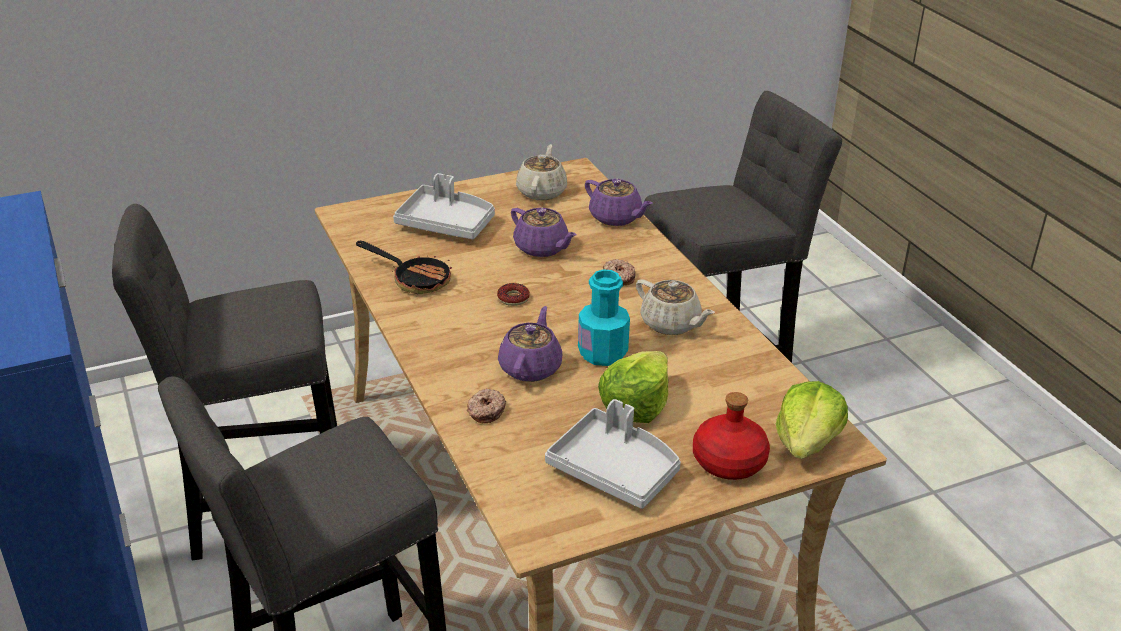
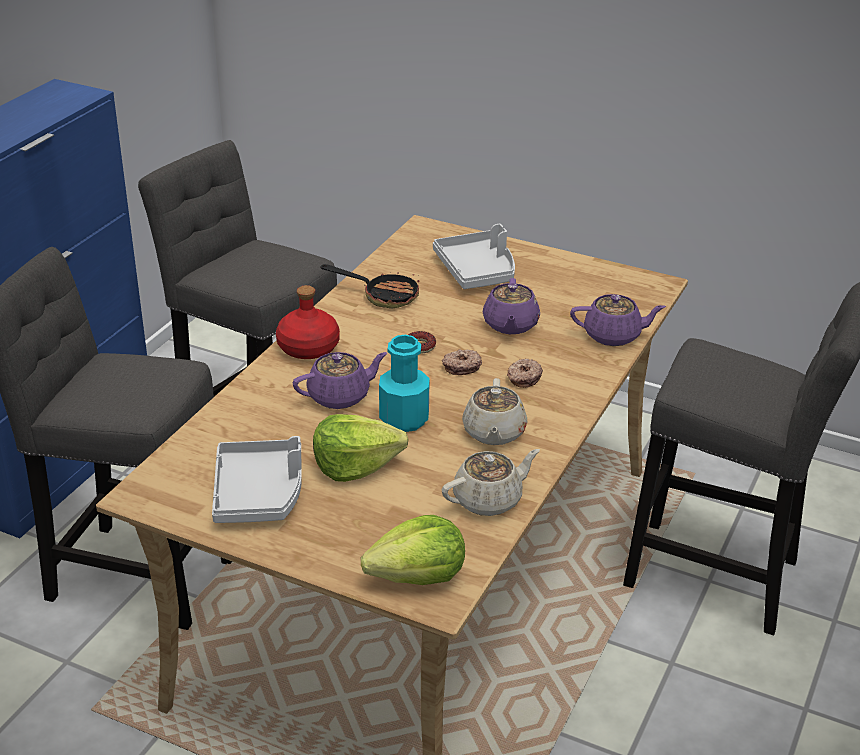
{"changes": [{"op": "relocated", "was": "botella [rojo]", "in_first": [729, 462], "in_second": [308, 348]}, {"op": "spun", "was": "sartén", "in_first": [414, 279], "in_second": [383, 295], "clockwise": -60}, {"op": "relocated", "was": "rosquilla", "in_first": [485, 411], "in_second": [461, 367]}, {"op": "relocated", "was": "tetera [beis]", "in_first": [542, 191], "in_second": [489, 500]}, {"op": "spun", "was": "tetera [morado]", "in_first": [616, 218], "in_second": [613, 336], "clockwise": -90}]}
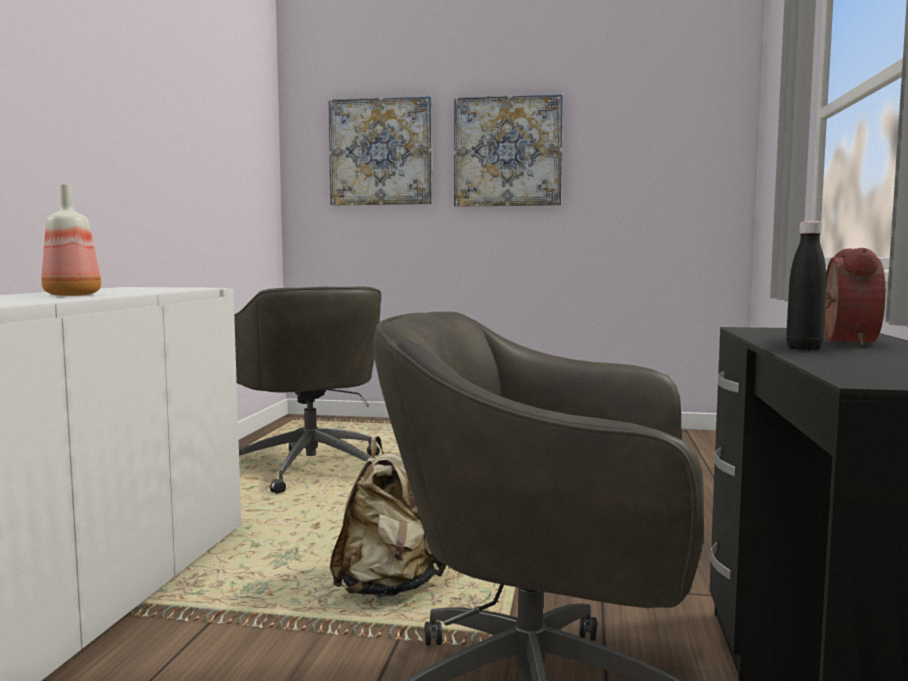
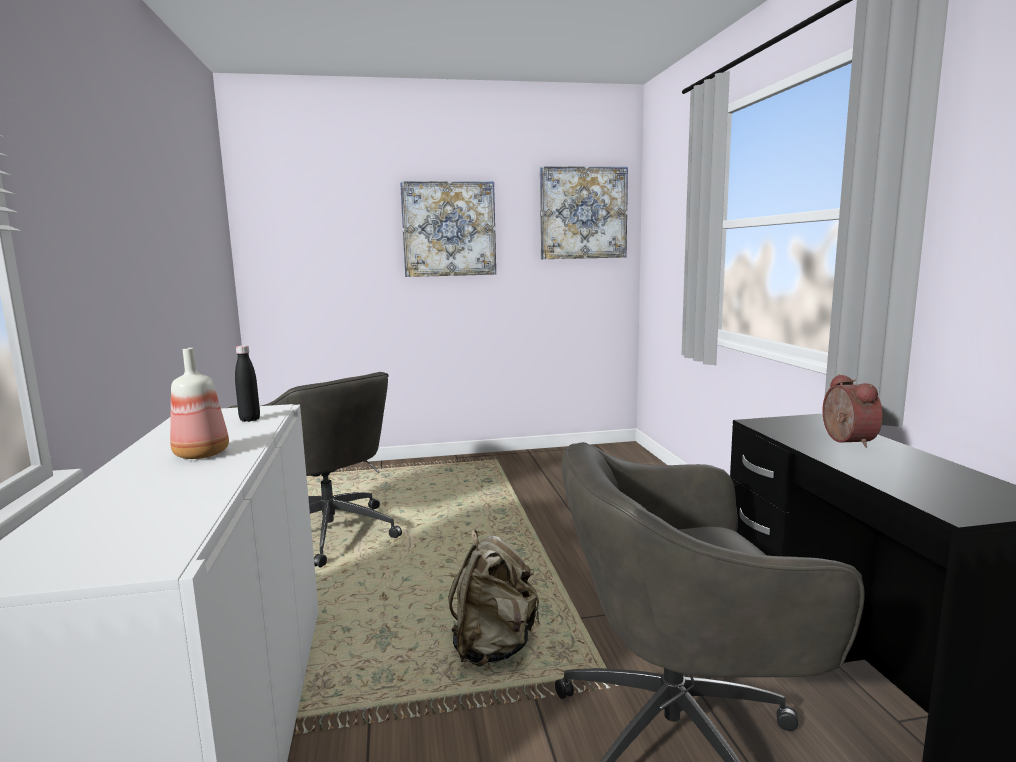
{"changes": [{"op": "relocated", "was": "botella [negro]", "in_first": [804, 348], "in_second": [250, 419]}, {"op": "relocated", "was": "cuadro", "in_first": [381, 152], "in_second": [583, 213]}]}
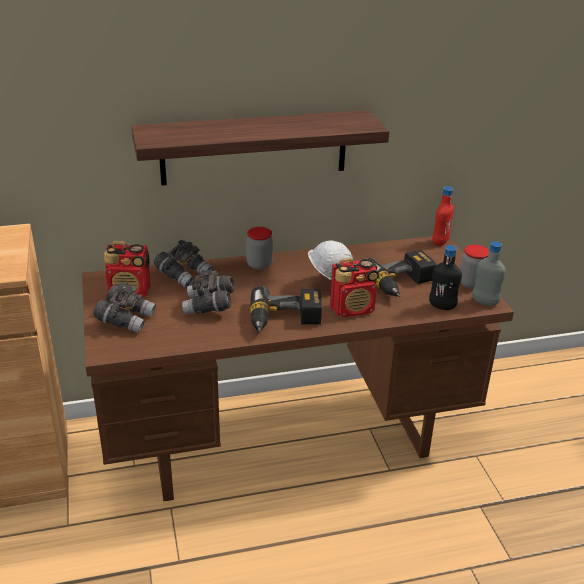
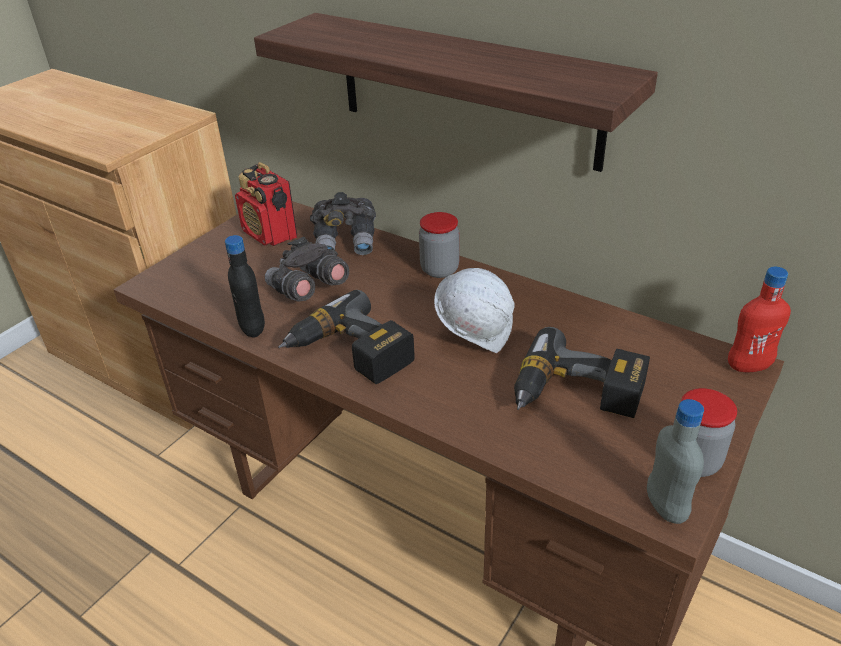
{"changes": [{"op": "relocated", "was": "botella [negro]", "in_first": [442, 306], "in_second": [252, 328]}, {"op": "missing", "was": "prismáticos [gris]", "in_first": [126, 320]}, {"op": "missing", "was": "radio", "in_first": [353, 309]}]}
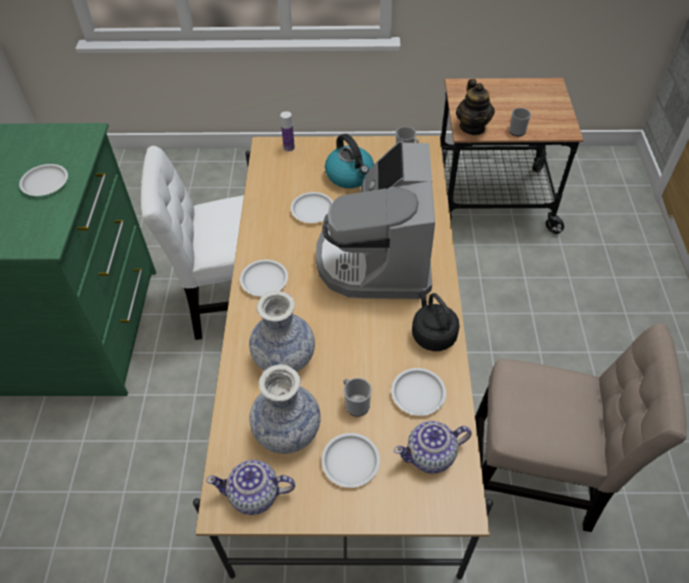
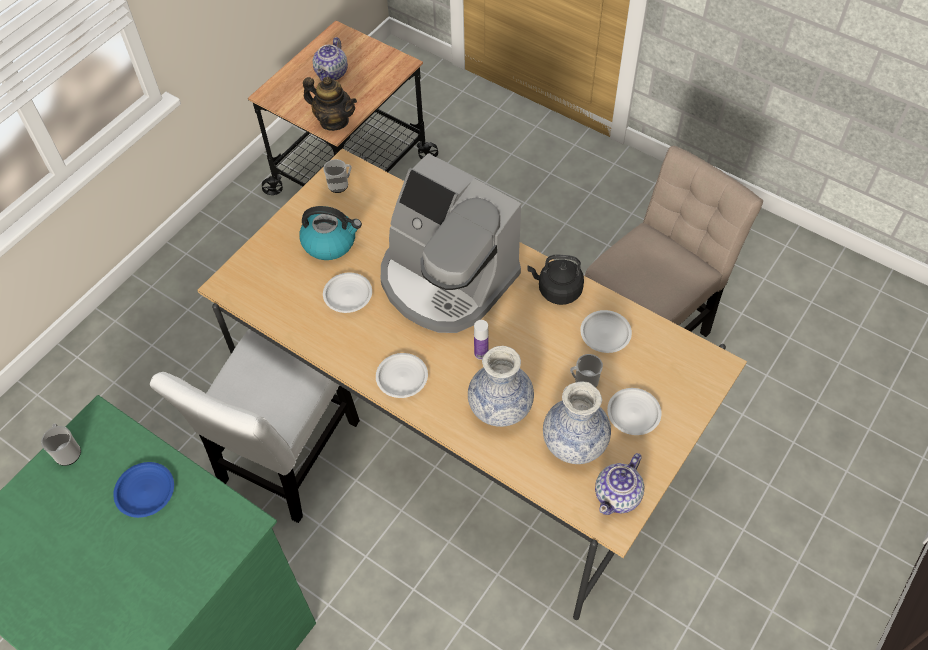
{"changes": [{"op": "relocated", "was": "taza grande", "in_first": [518, 130], "in_second": [67, 451]}, {"op": "colour", "was": "plato [blanco]", "now": "plato [azul]", "in_first": [45, 183], "in_second": [145, 491]}, {"op": "relocated", "was": "tetera", "in_first": [431, 455], "in_second": [332, 73]}, {"op": "relocated", "was": "botella", "in_first": [289, 147], "in_second": [481, 353]}]}
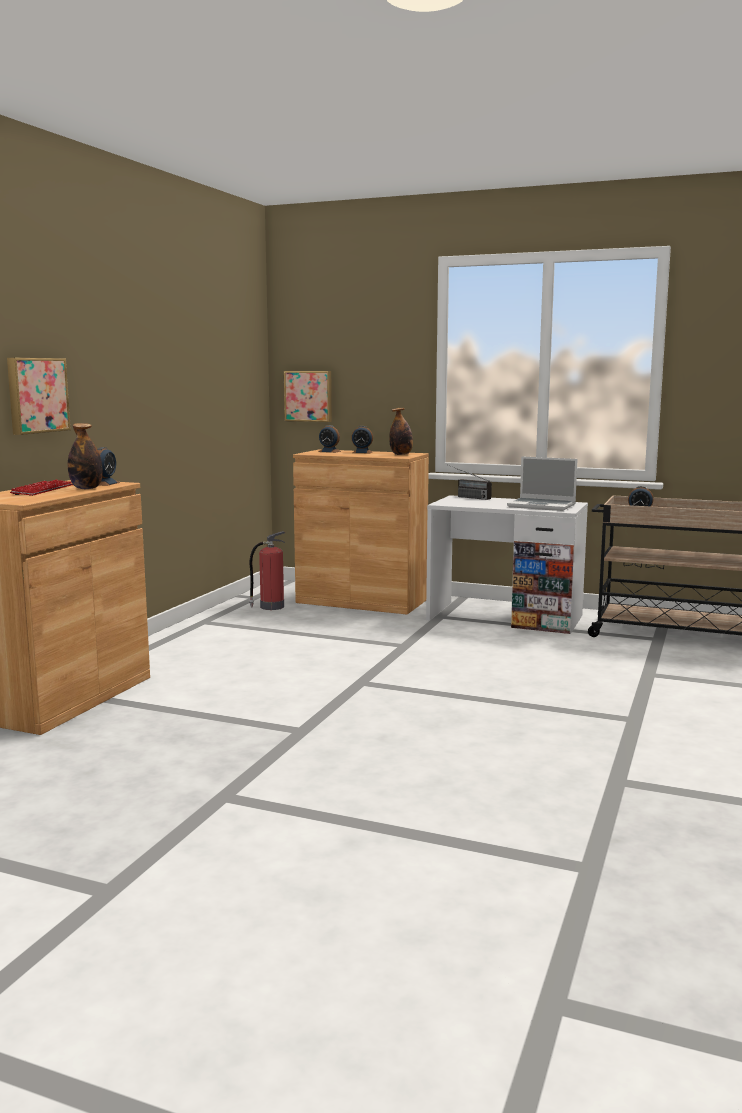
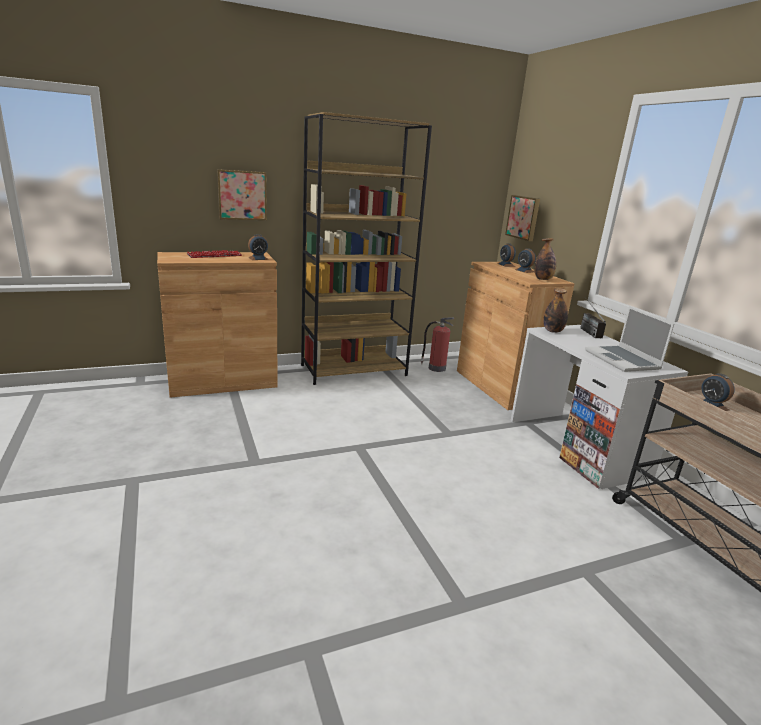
{"changes": [{"op": "appeared", "now": "estantería [marrón]", "in_second": [354, 370]}, {"op": "relocated", "was": "botella", "in_first": [86, 488], "in_second": [553, 331]}]}
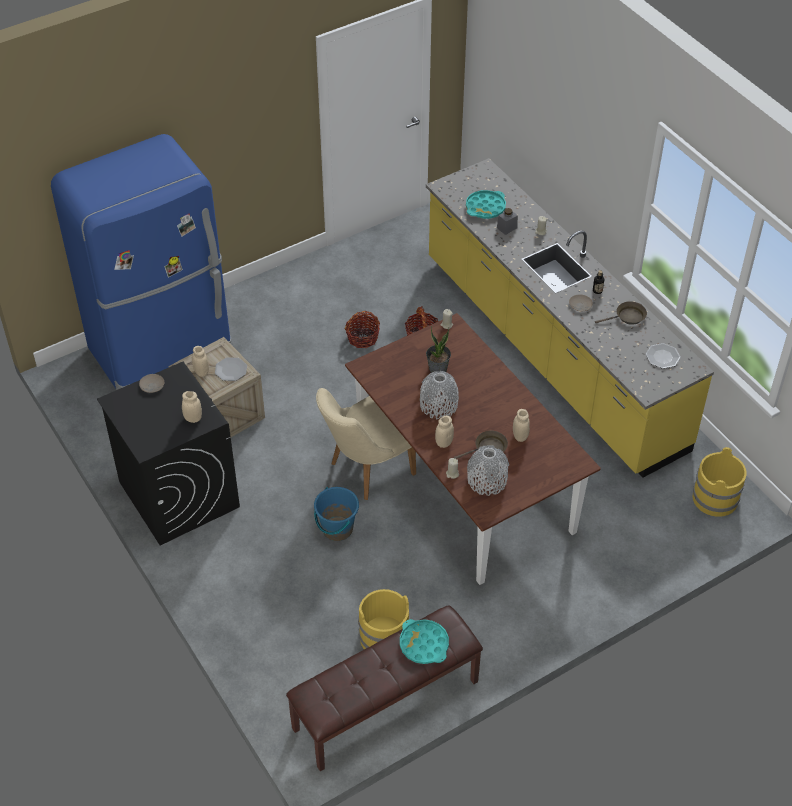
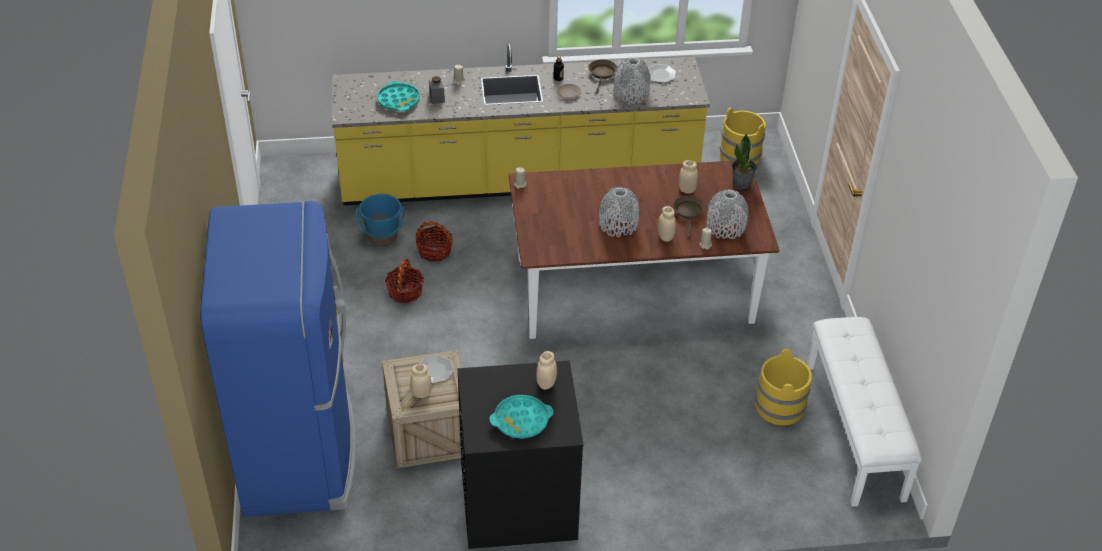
{"changes": [{"op": "relocated", "was": "cubo [azul]", "in_first": [337, 529], "in_second": [382, 237]}, {"op": "relocated", "was": "bandeja [turquesa]", "in_first": [424, 644], "in_second": [521, 420]}, {"op": "appeared", "now": "florero [gris]", "in_second": [631, 93]}, {"op": "relocated", "was": "planta en maceta", "in_first": [438, 369], "in_second": [742, 184]}, {"op": "colour", "was": "banco [marrón]", "now": "banco [blanco]", "in_first": [386, 705], "in_second": [855, 431]}, {"op": "missing", "was": "plato [beis]", "in_first": [152, 386]}, {"op": "missing", "was": "silla [beis]", "in_first": [365, 471]}]}
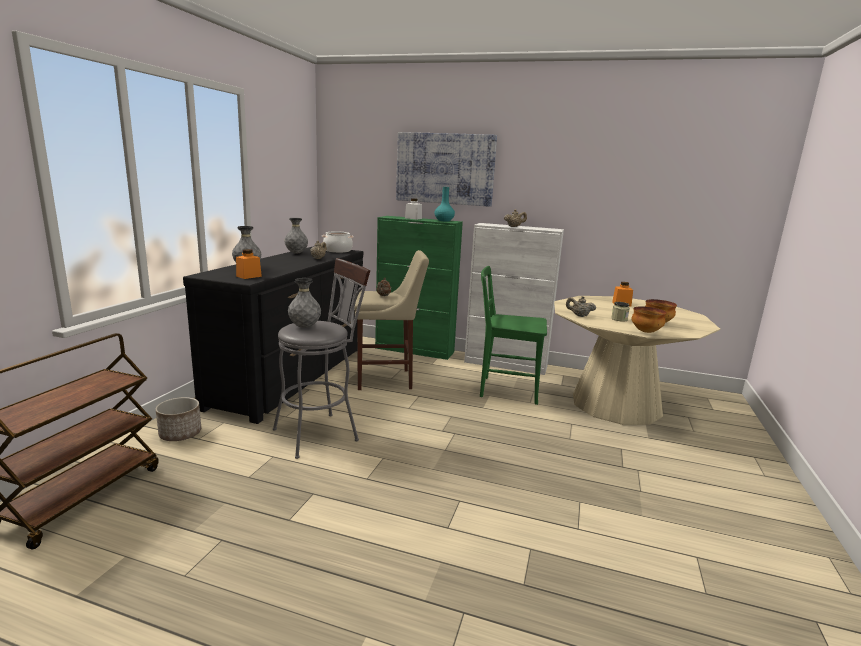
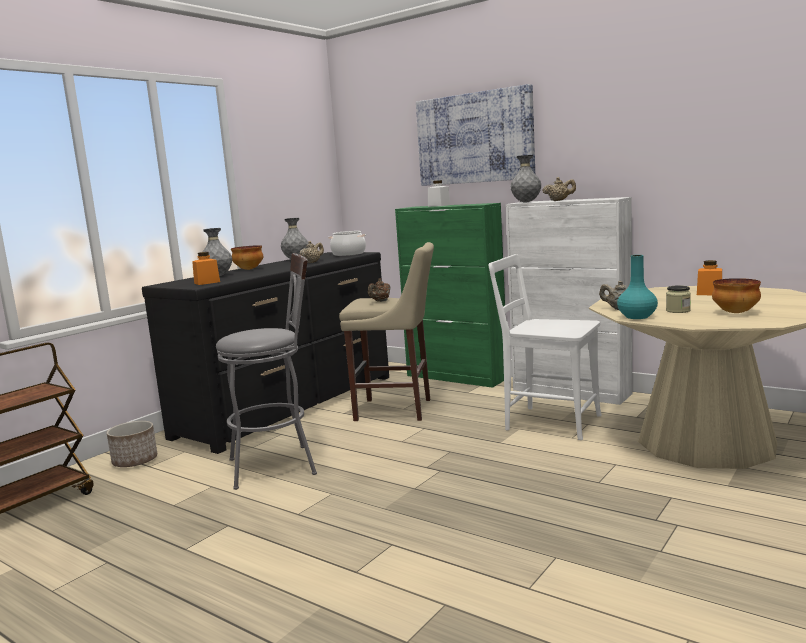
{"changes": [{"op": "relocated", "was": "cuenco", "in_first": [645, 332], "in_second": [249, 269]}, {"op": "colour", "was": "silla [verde]", "now": "silla [blanco]", "in_first": [505, 389], "in_second": [547, 422]}, {"op": "relocated", "was": "florero [gris]", "in_first": [305, 327], "in_second": [526, 202]}, {"op": "relocated", "was": "florero [turquesa]", "in_first": [444, 220], "in_second": [637, 317]}]}
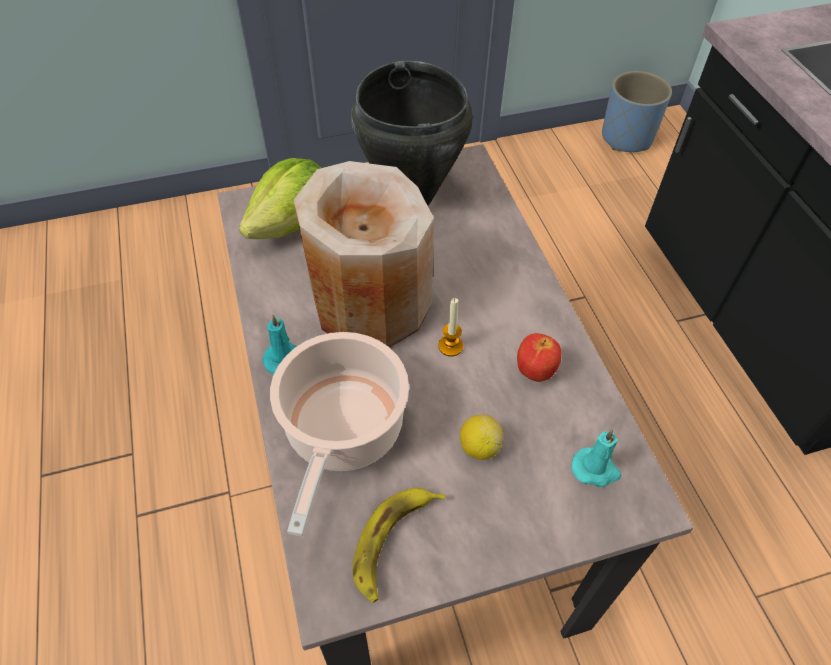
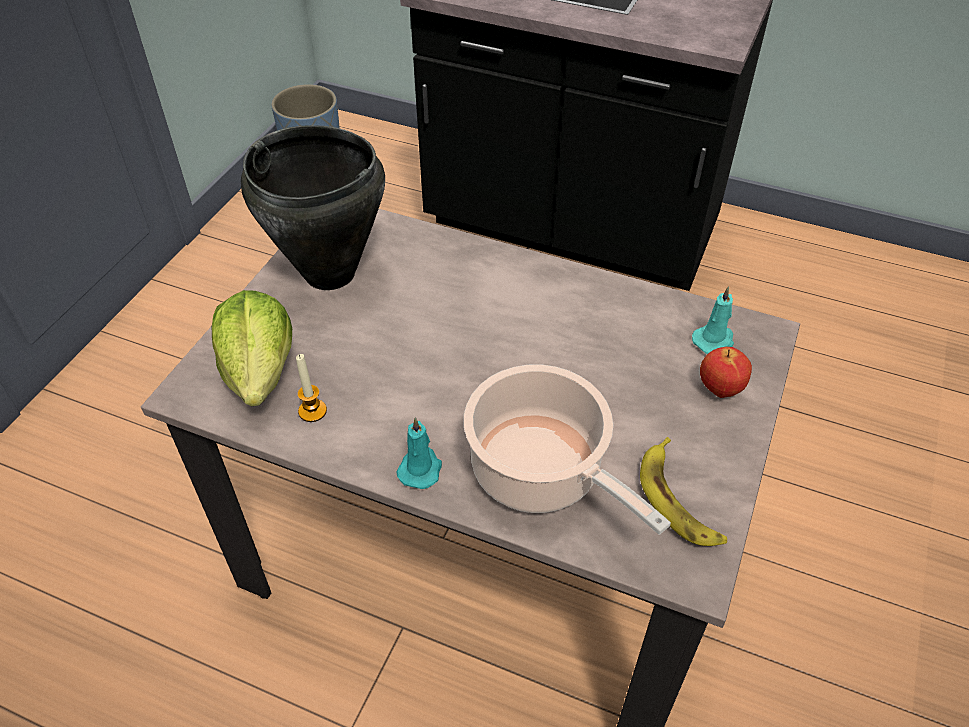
{"changes": [{"op": "relocated", "was": "vela", "in_first": [450, 346], "in_second": [312, 411]}, {"op": "relocated", "was": "manzana", "in_first": [534, 371], "in_second": [719, 389]}, {"op": "missing", "was": "florero [beis]", "in_first": [370, 302]}, {"op": "missing", "was": "limón", "in_first": [479, 447]}]}
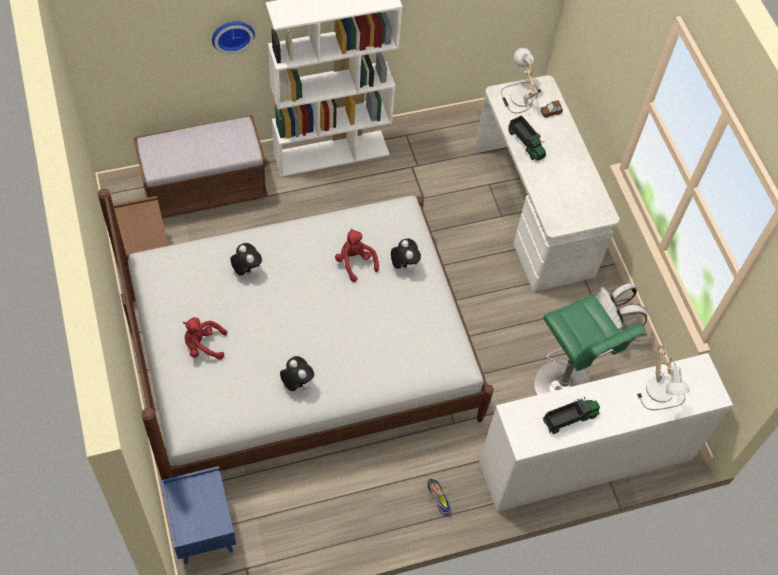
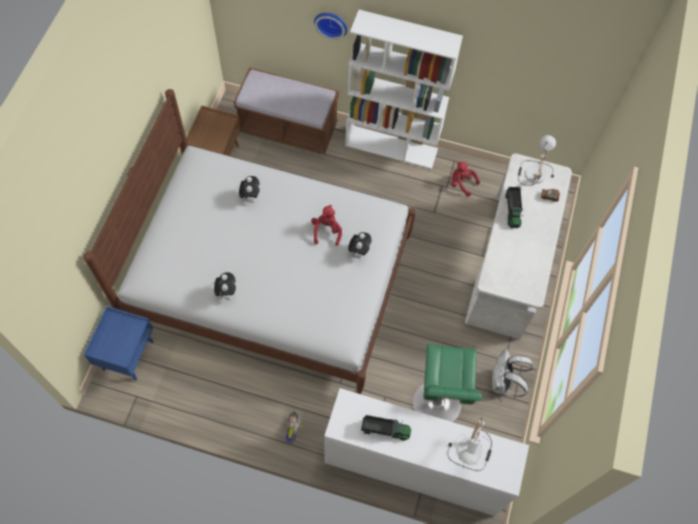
{"changes": [{"op": "relocated", "was": "peluche [rojo]", "in_first": [203, 345], "in_second": [461, 183]}]}
